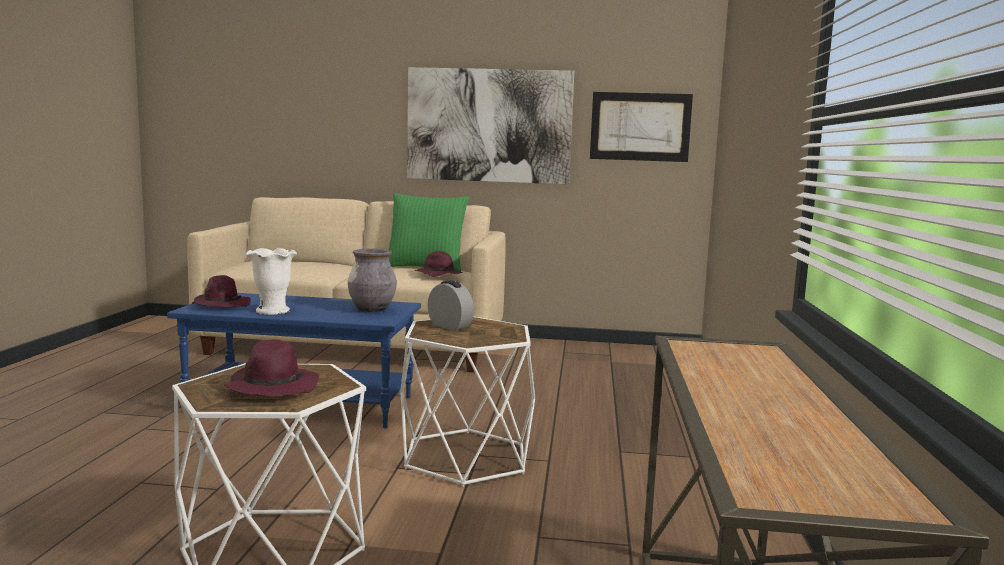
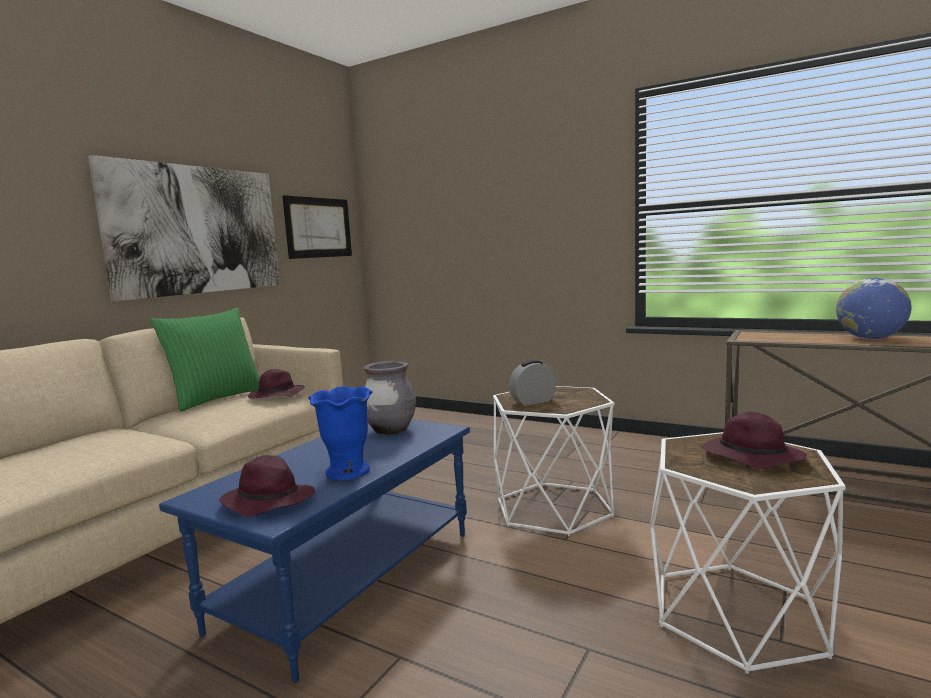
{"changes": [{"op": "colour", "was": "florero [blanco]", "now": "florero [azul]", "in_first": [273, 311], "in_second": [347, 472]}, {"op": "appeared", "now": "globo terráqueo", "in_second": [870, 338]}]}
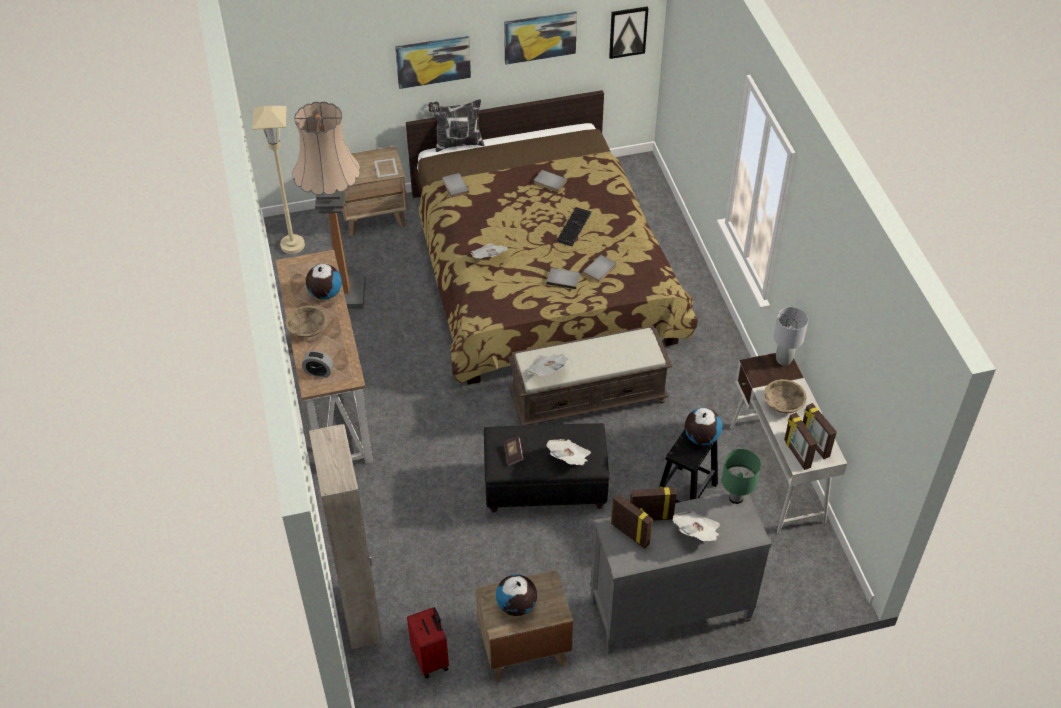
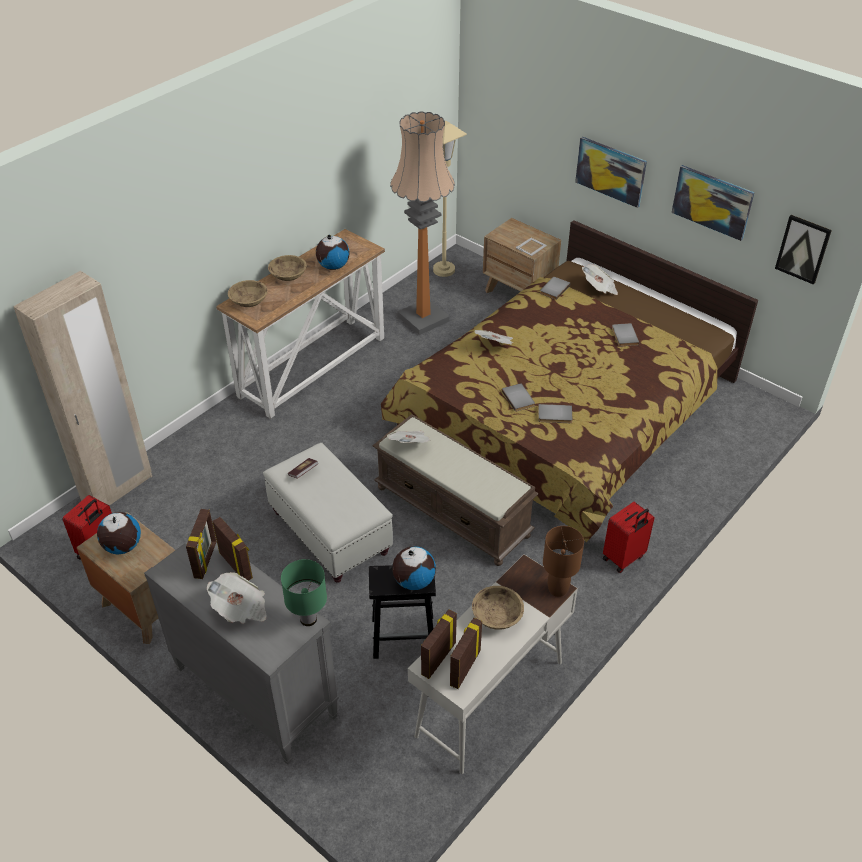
{"changes": [{"op": "exchanged", "was": "despertador", "now": "cuenco [beis]", "in_first": [319, 372], "in_second": [249, 301]}, {"op": "colour", "was": "puf [negro]", "now": "puf [blanco]", "in_first": [544, 486], "in_second": [329, 532]}, {"op": "colour", "was": "lámpara de mesa [gris]", "now": "lámpara de mesa [marrón]", "in_first": [784, 360], "in_second": [558, 590]}, {"op": "relocated", "was": "periódico", "in_first": [569, 458], "in_second": [599, 288]}, {"op": "appeared", "now": "maleta [rojo]", "in_second": [624, 558]}, {"op": "missing", "was": "cojín", "in_first": [457, 144]}, {"op": "missing", "was": "teclado", "in_first": [573, 226]}]}
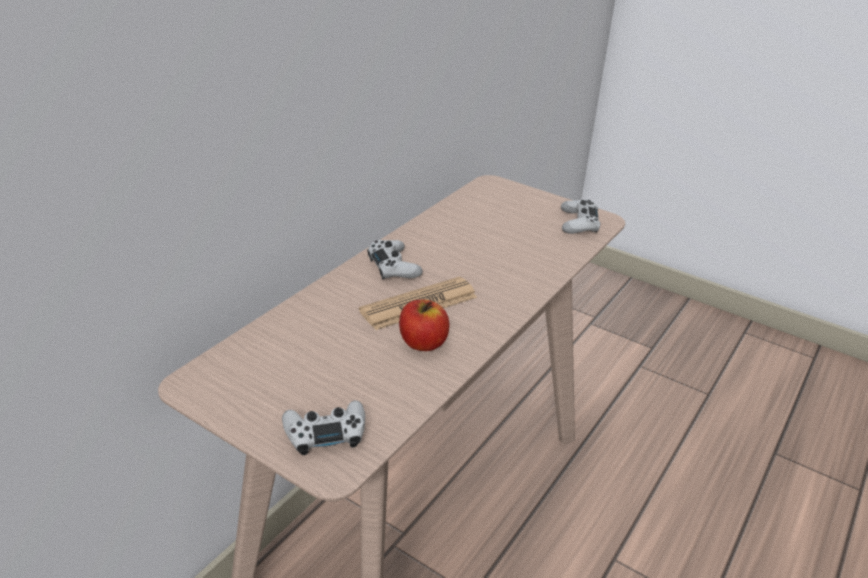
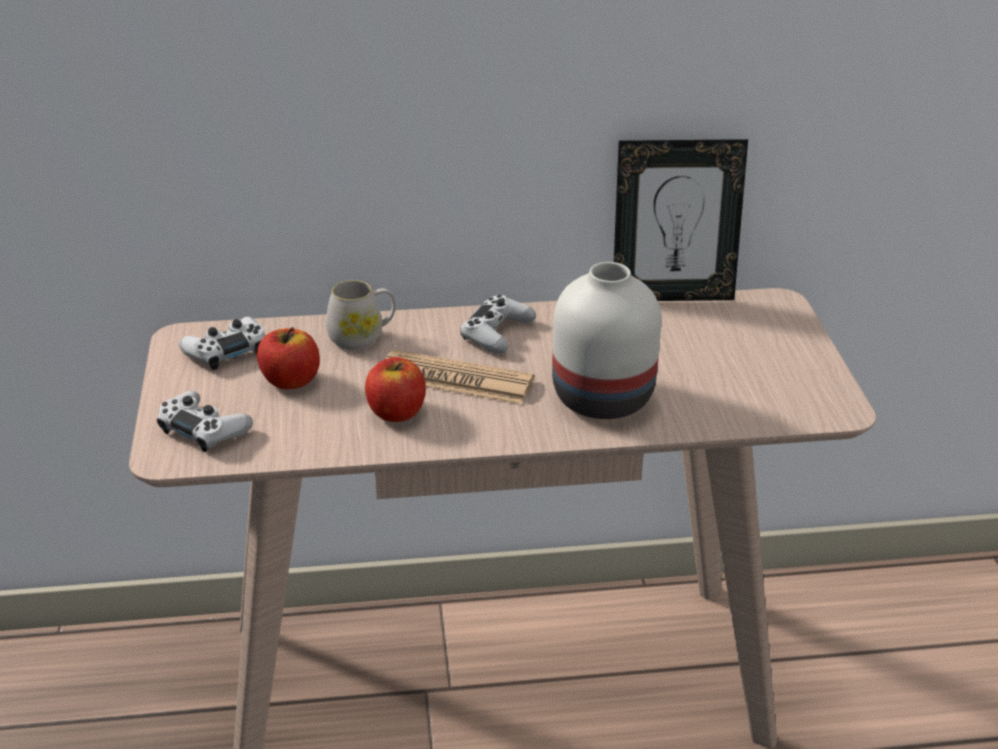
{"changes": [{"op": "relocated", "was": "mando de consola [blanco]", "in_first": [578, 223], "in_second": [226, 351]}, {"op": "appeared", "now": "manzana", "in_second": [290, 380]}, {"op": "appeared", "now": "taza grande [blanco]", "in_second": [362, 337]}, {"op": "appeared", "now": "florero [blanco]", "in_second": [604, 399]}, {"op": "appeared", "now": "portarretratos", "in_second": [671, 295]}]}
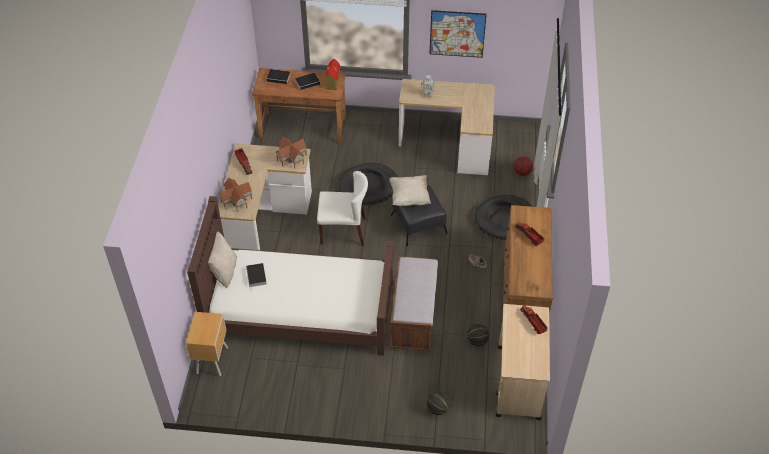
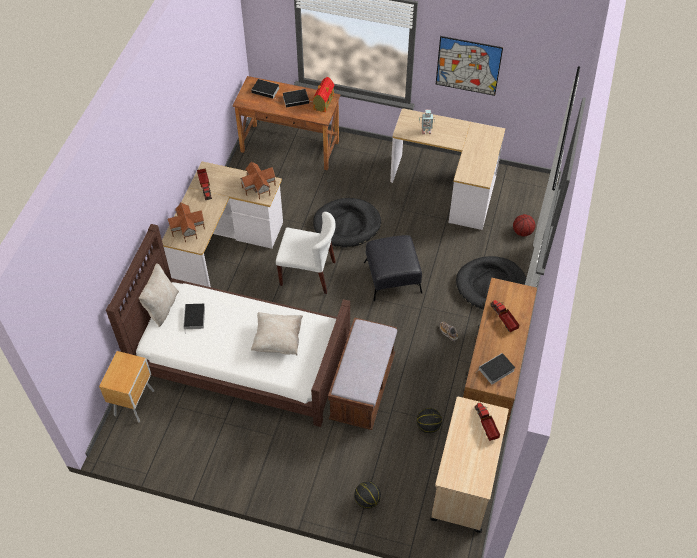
{"changes": [{"op": "relocated", "was": "cojín [beis]", "in_first": [409, 198], "in_second": [278, 340]}, {"op": "appeared", "now": "libro", "in_second": [495, 370]}]}
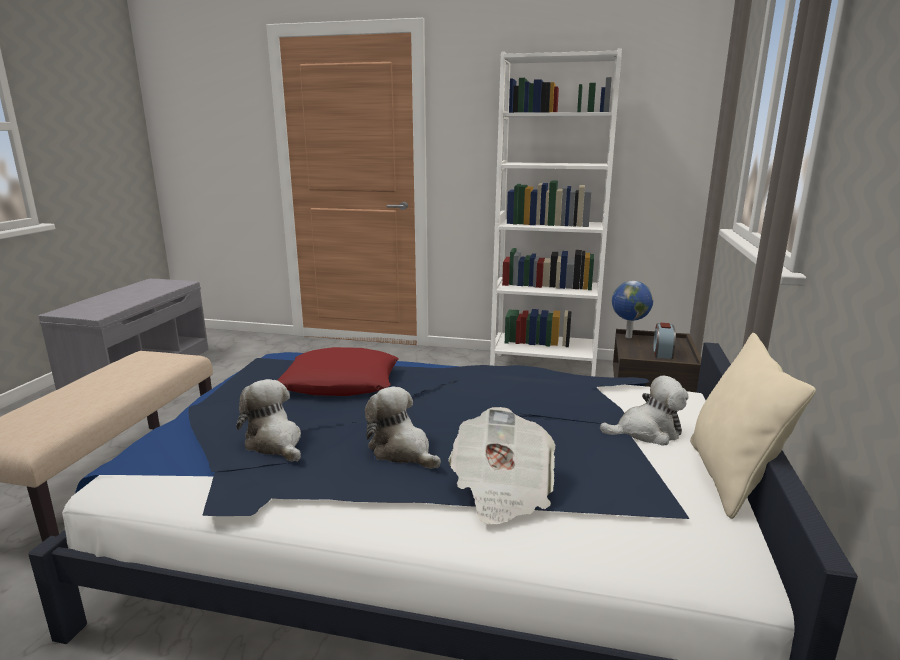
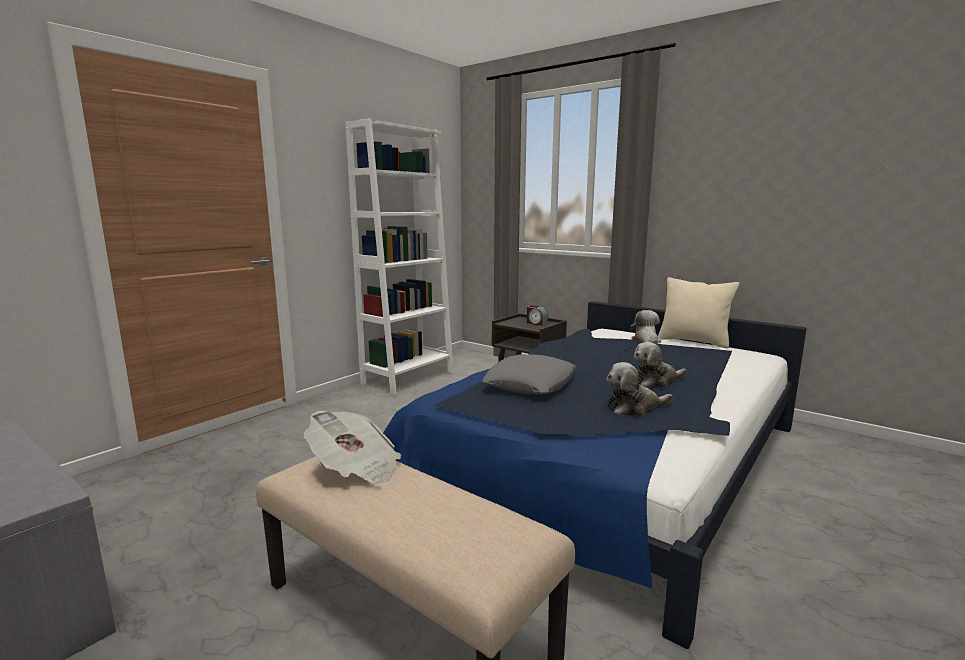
{"changes": [{"op": "relocated", "was": "periódico", "in_first": [501, 490], "in_second": [356, 469]}, {"op": "colour", "was": "cojín [rojo]", "now": "cojín [gris]", "in_first": [340, 383], "in_second": [530, 384]}, {"op": "missing", "was": "globo terráqueo", "in_first": [627, 337]}]}
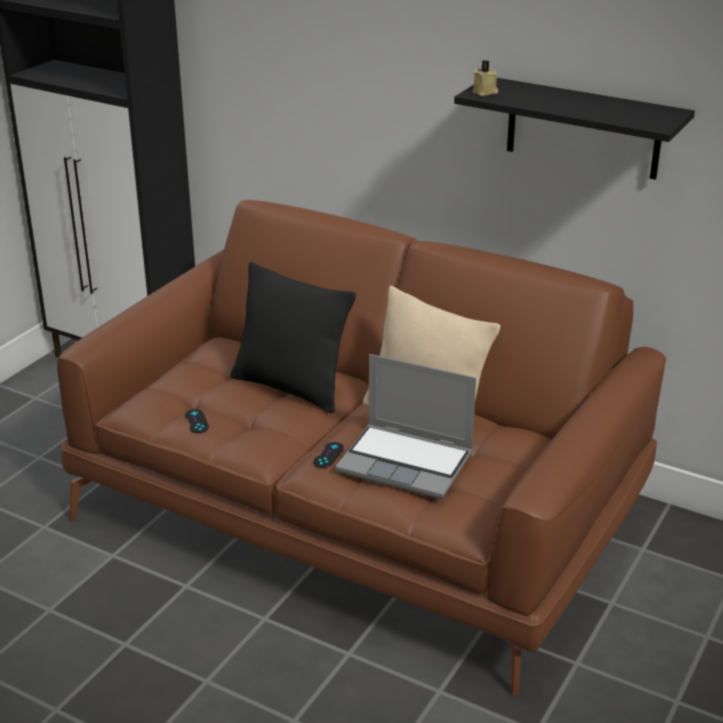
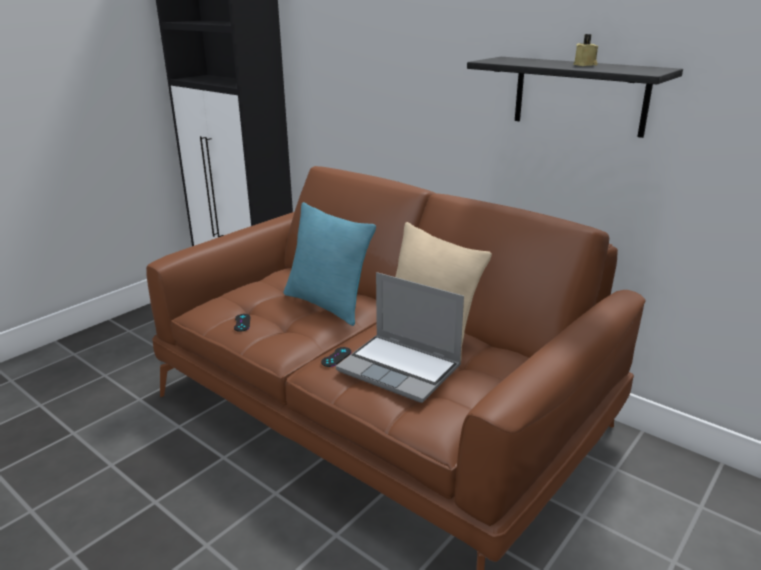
{"changes": [{"op": "colour", "was": "cojín [negro]", "now": "cojín [turquesa]", "in_first": [291, 388], "in_second": [327, 305]}, {"op": "relocated", "was": "vela [beis]", "in_first": [485, 92], "in_second": [585, 65]}]}
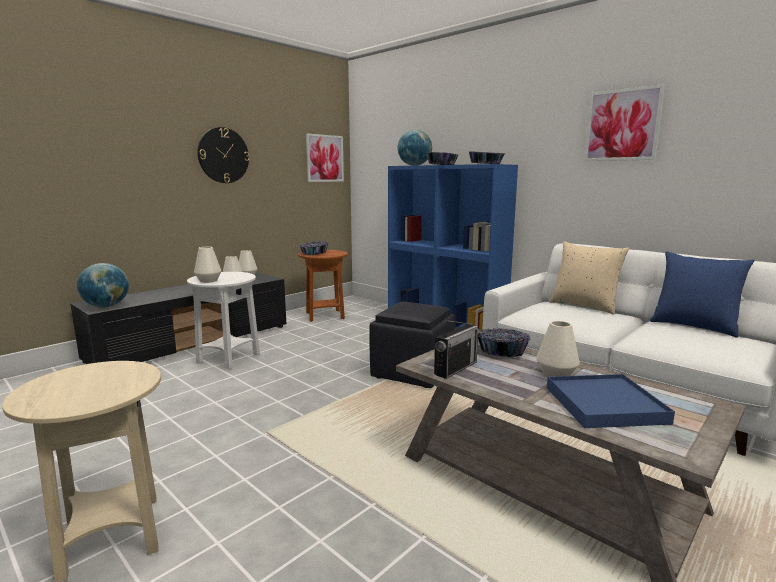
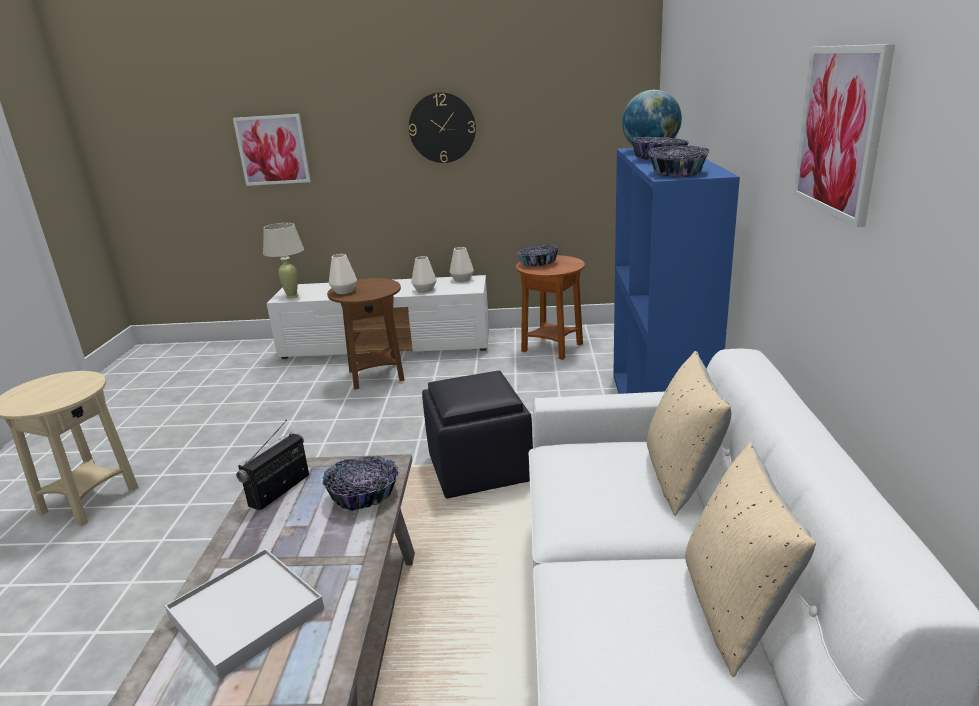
{"changes": [{"op": "colour", "was": "bandeja [azul]", "now": "bandeja [blanco]", "in_first": [604, 404], "in_second": [246, 613]}, {"op": "relocated", "was": "cuadro", "in_first": [324, 158], "in_second": [272, 150]}, {"op": "spun", "was": "radio", "in_first": [456, 368], "in_second": [280, 490], "clockwise": 120}, {"op": "exchanged", "was": "globo terráqueo", "now": "lámpara de mesa [beis]", "in_first": [106, 306], "in_second": [292, 296]}, {"op": "colour", "was": "mueble de televisión [negro]", "now": "mueble de televisión [blanco]", "in_first": [194, 342], "in_second": [388, 345]}, {"op": "colour", "was": "mesa auxiliar [blanco]", "now": "mesa auxiliar [marrón]", "in_first": [228, 359], "in_second": [376, 376]}, {"op": "colour", "was": "cojín [azul]", "now": "cojín [beis]", "in_first": [694, 326], "in_second": [734, 611]}, {"op": "missing", "was": "florero [blanco]", "in_first": [556, 374]}]}
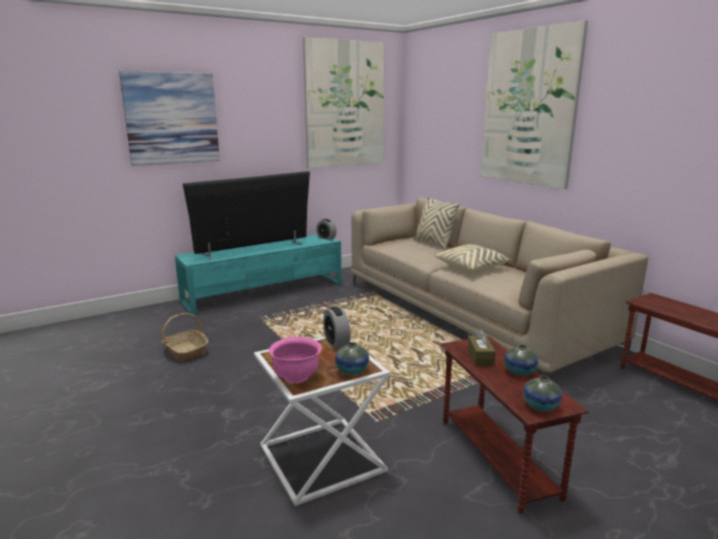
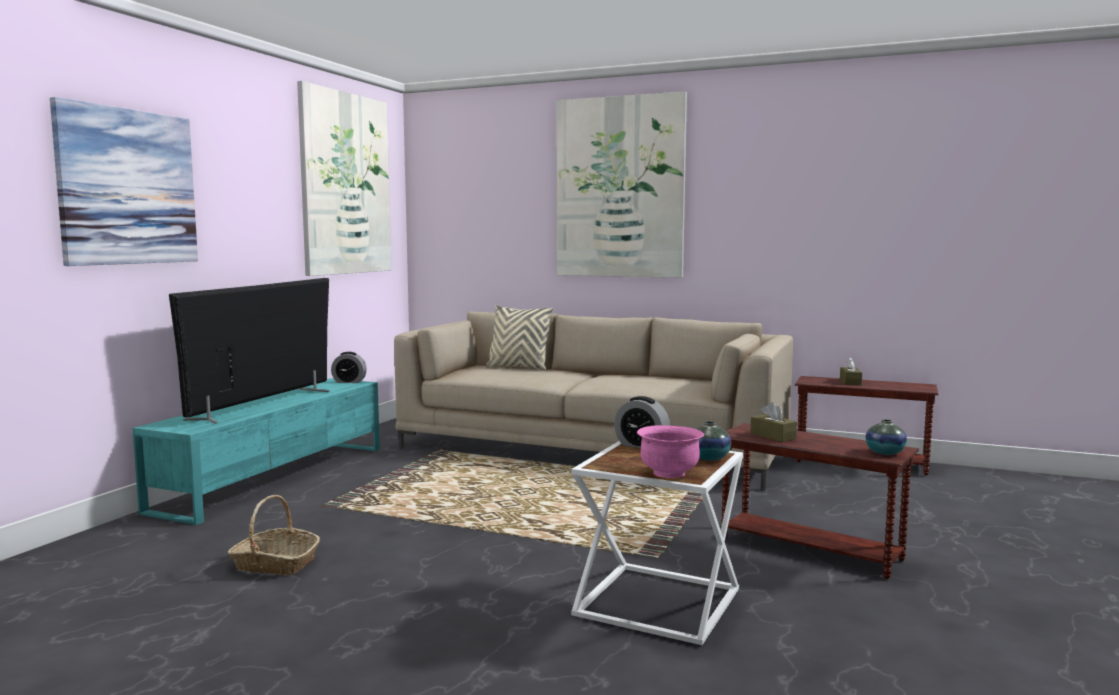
{"changes": [{"op": "appeared", "now": "caja de pañuelos [marrón]", "in_second": [850, 382]}, {"op": "missing", "was": "cojín [beis]", "in_first": [472, 267]}, {"op": "missing", "was": "florero", "in_first": [519, 371]}]}
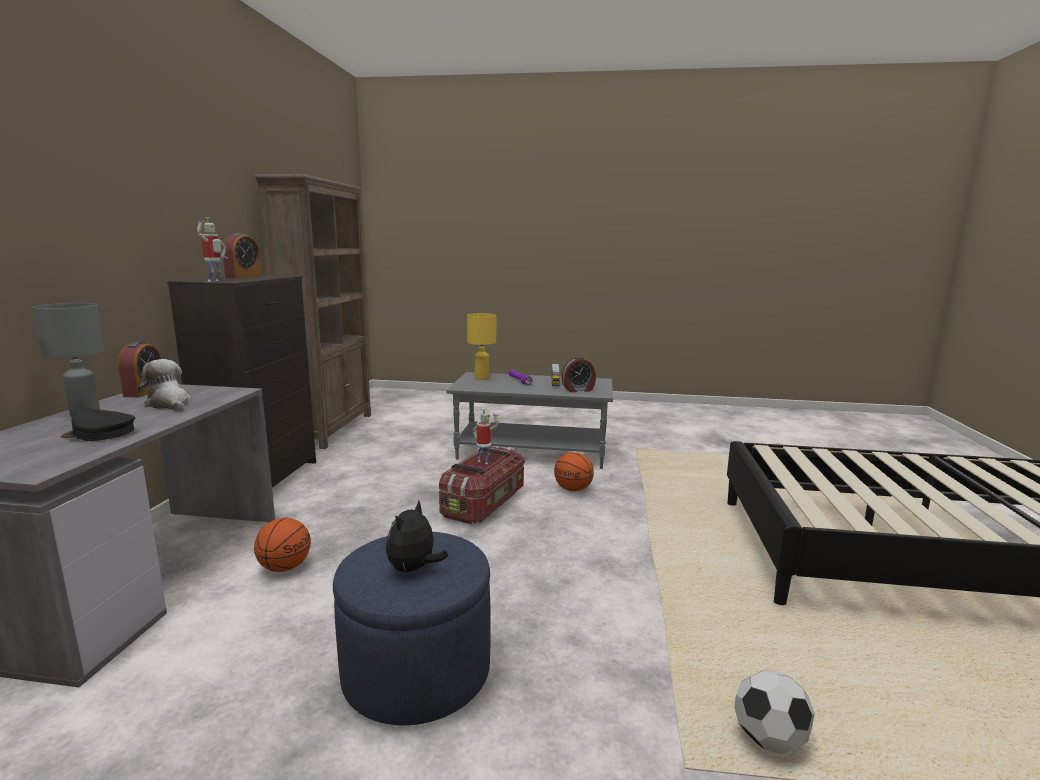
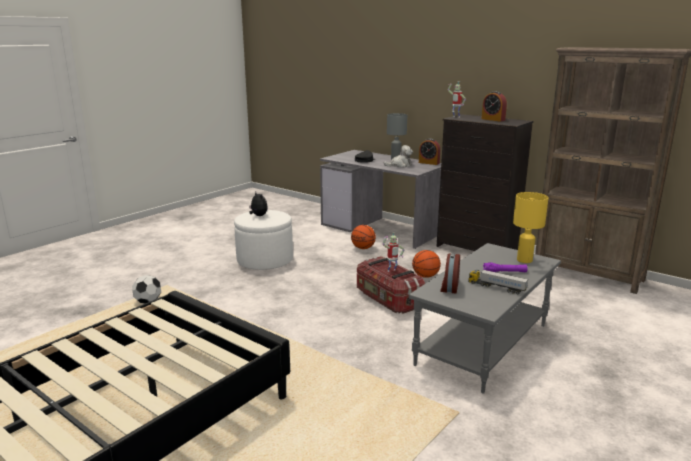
{"changes": [{"op": "colour", "was": "puf [azul]", "now": "puf [blanco]", "in_first": [416, 671], "in_second": [265, 260]}, {"op": "relocated", "was": "balón de baloncesto", "in_first": [573, 489], "in_second": [425, 276]}]}
